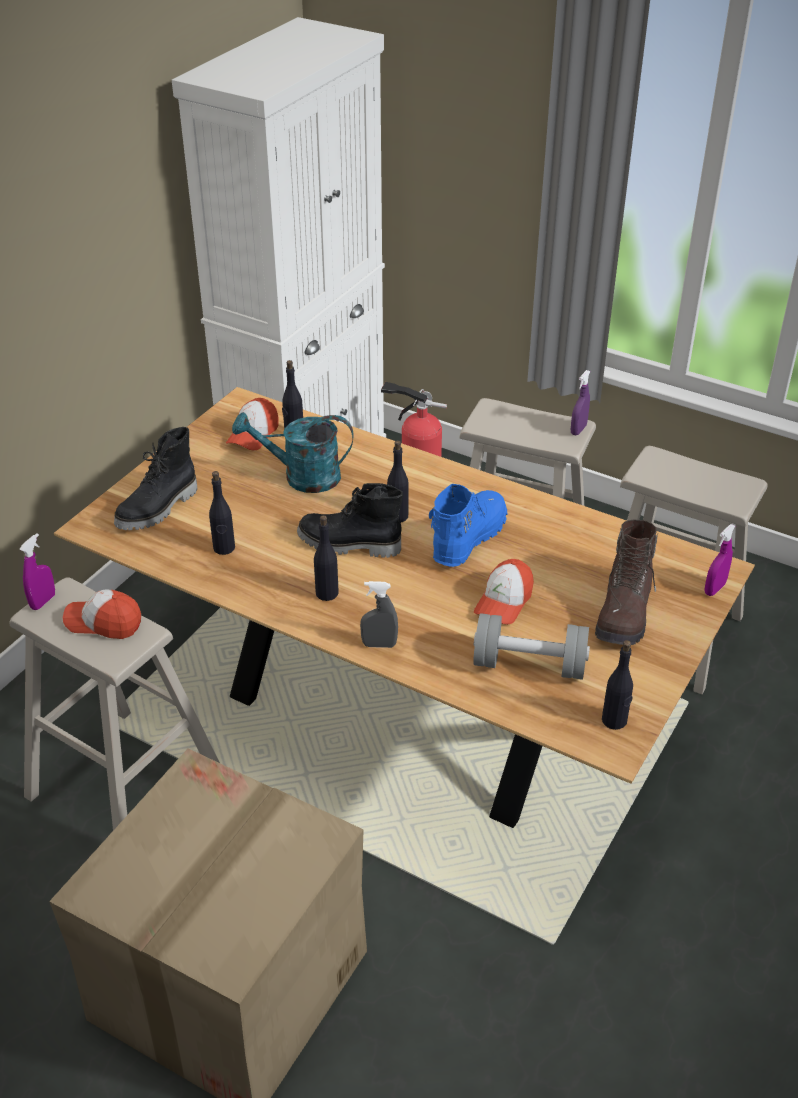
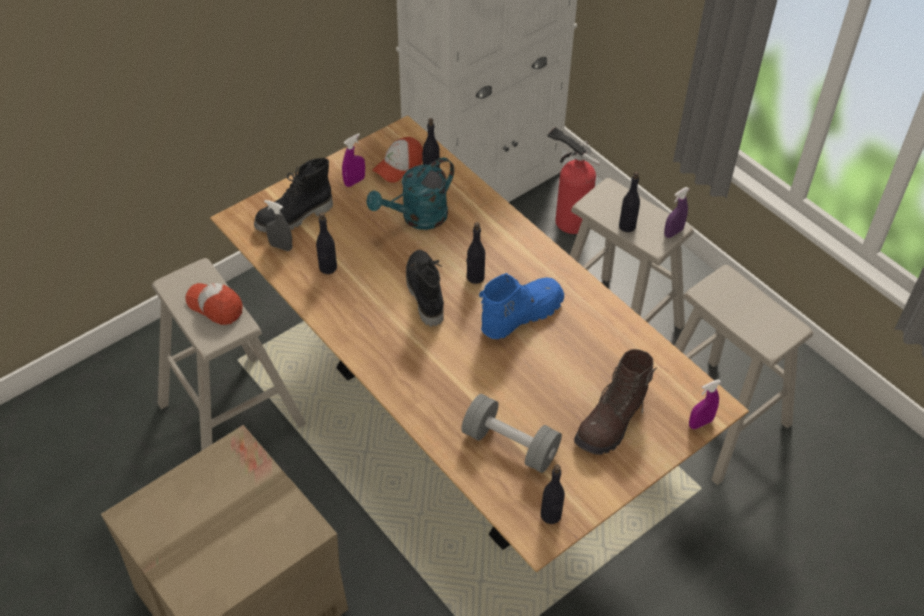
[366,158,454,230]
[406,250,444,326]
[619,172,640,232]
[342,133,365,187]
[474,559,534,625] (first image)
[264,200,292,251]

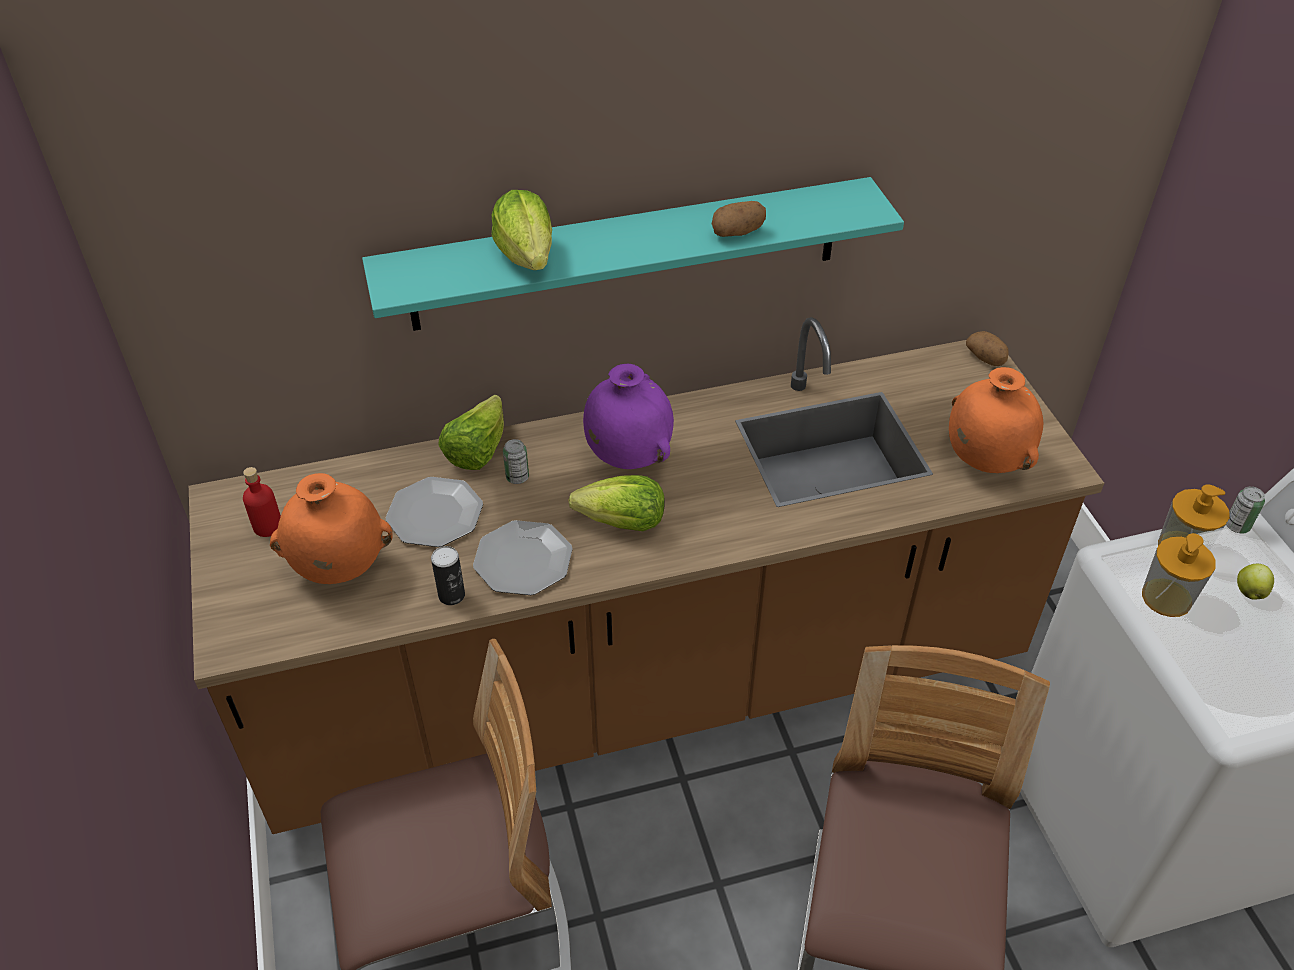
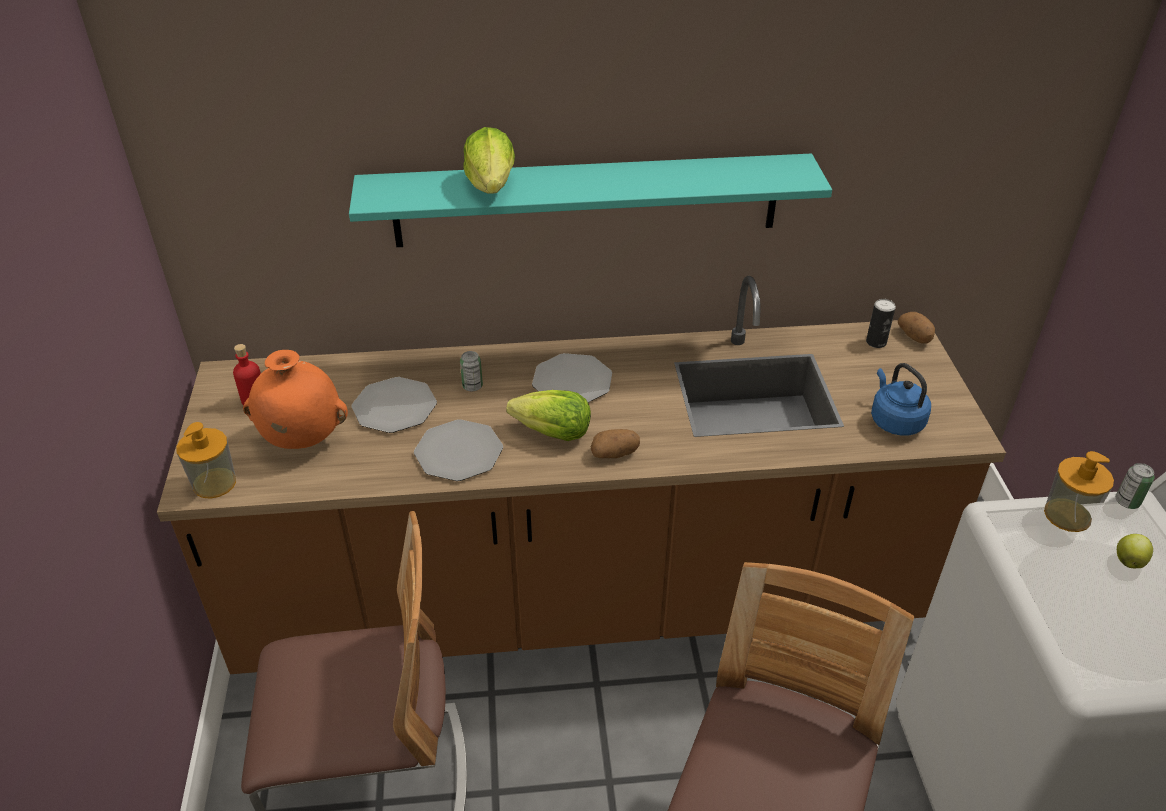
[591,429,640,458]
[532,353,612,403]
[871,363,931,435]
[438,395,504,470] (first image)
[176,422,236,499]
[866,299,896,348]

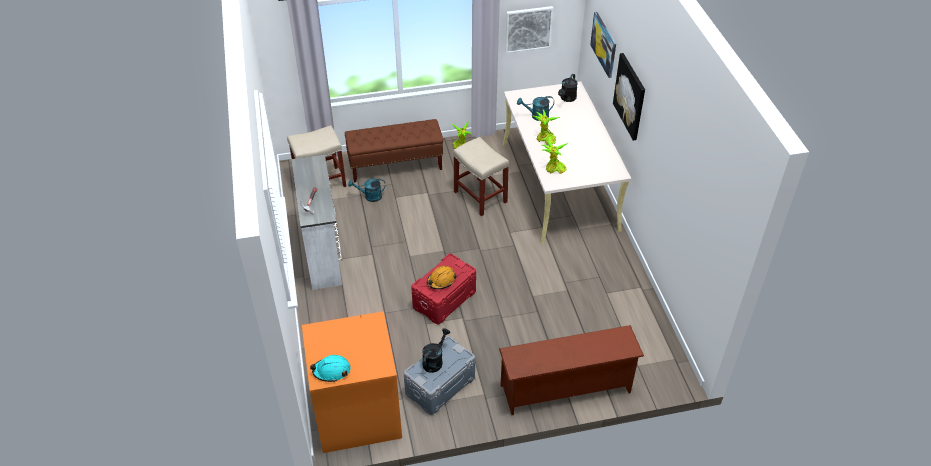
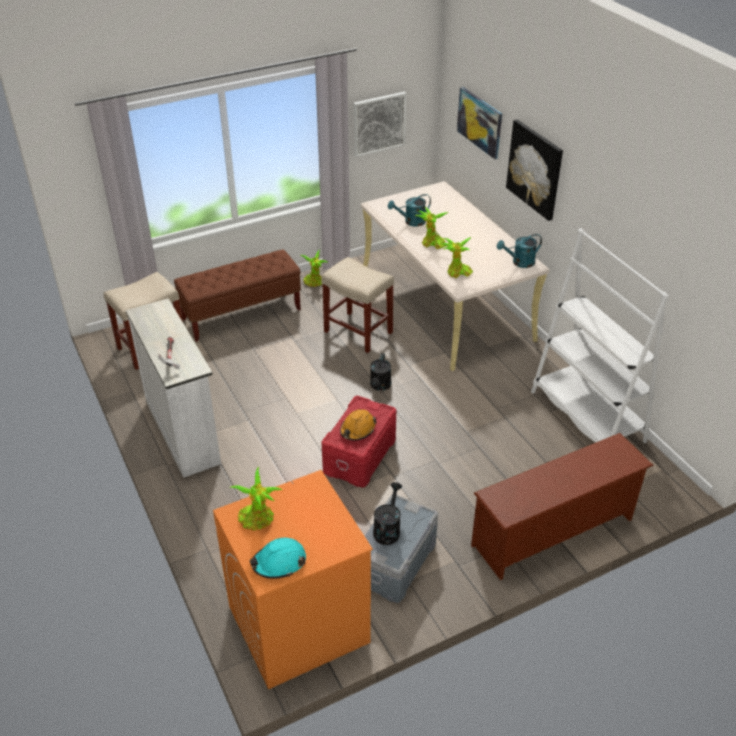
[370,353,391,391]
[497,234,542,268]
[531,228,669,443]
[230,467,282,531]

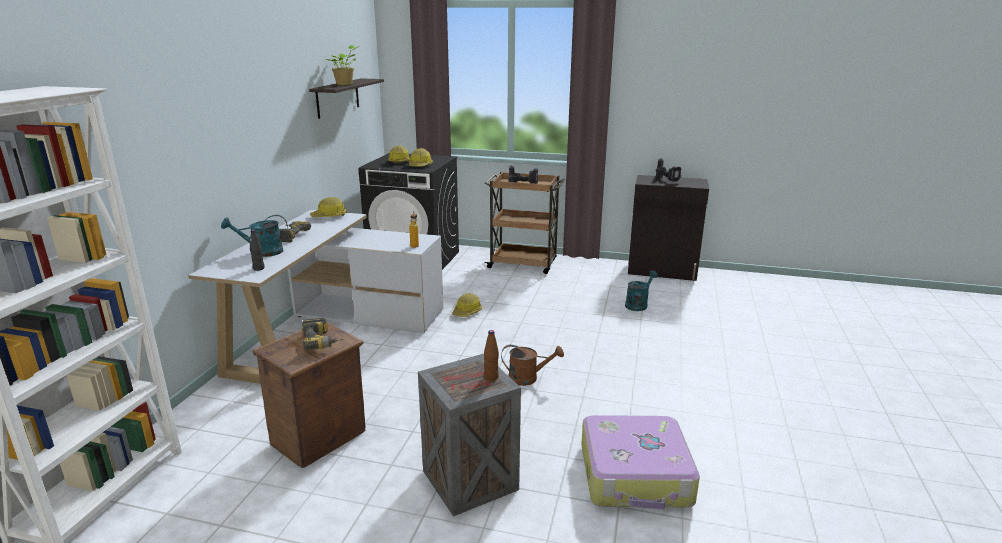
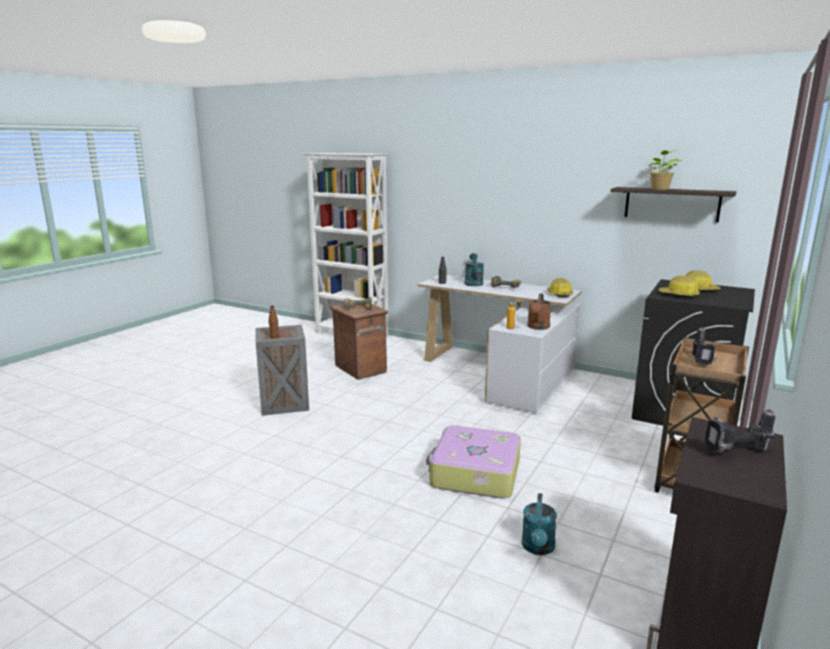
[522,493,557,555]
[452,293,482,317] (first image)
[527,293,551,330]
[426,425,521,498]

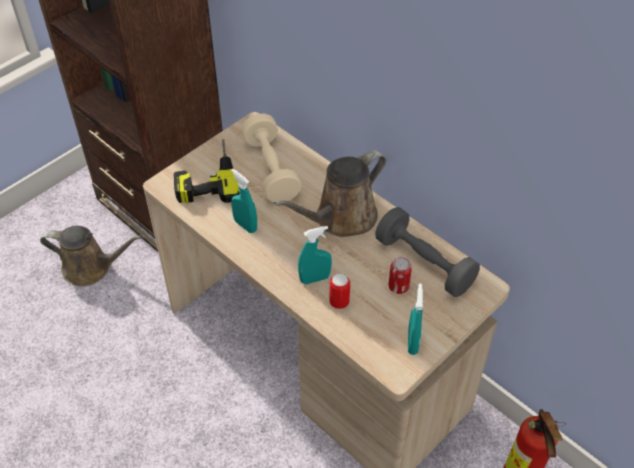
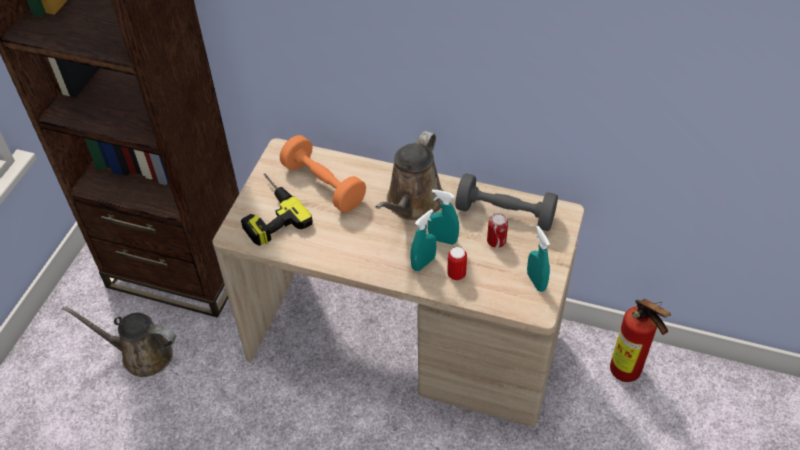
[280,135,366,212]
[428,189,459,245]
[62,306,176,377]

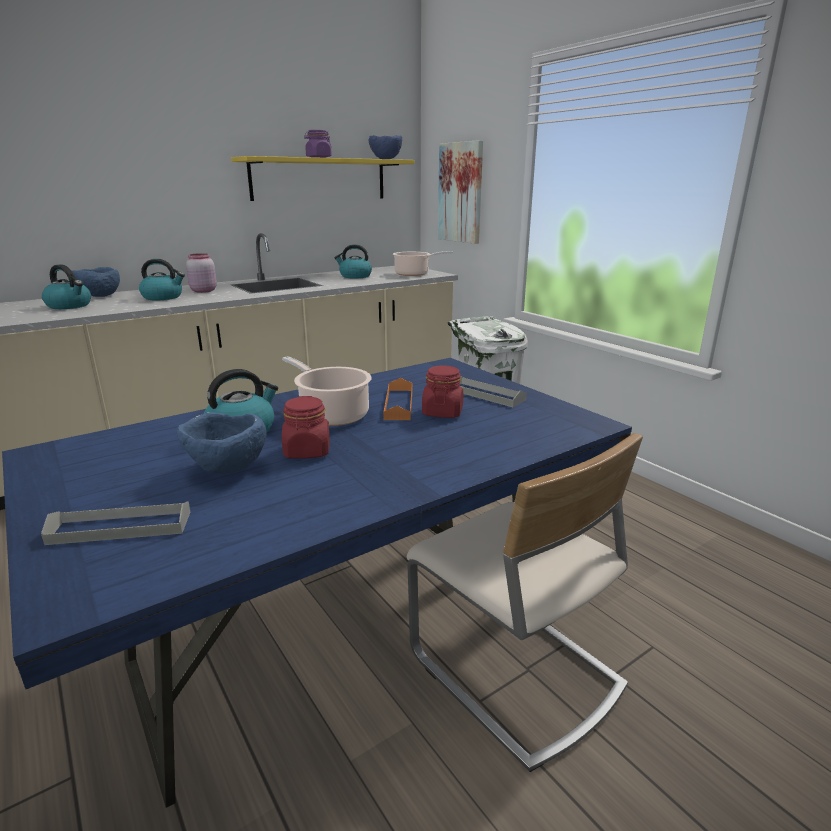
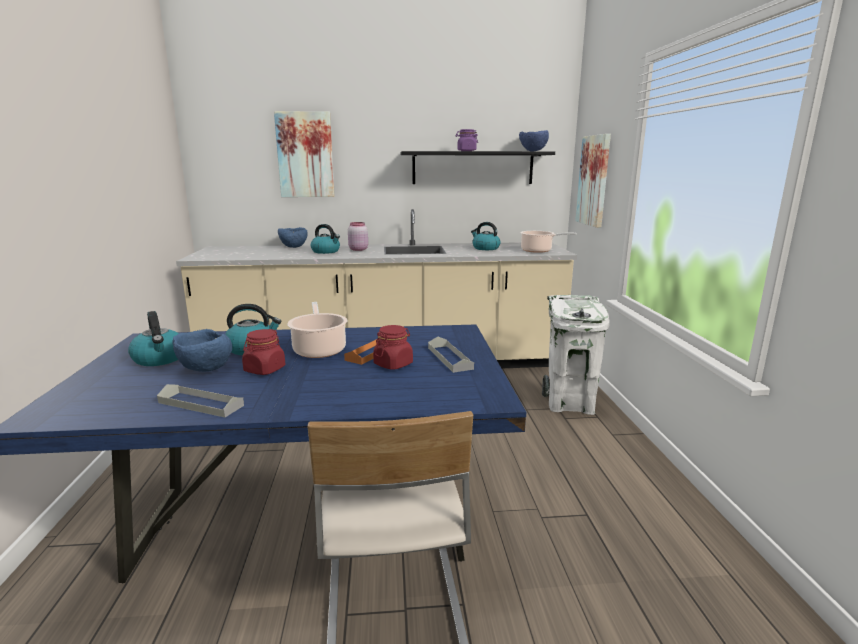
[401,151,555,184]
[128,311,179,366]
[157,384,244,417]
[274,111,335,197]

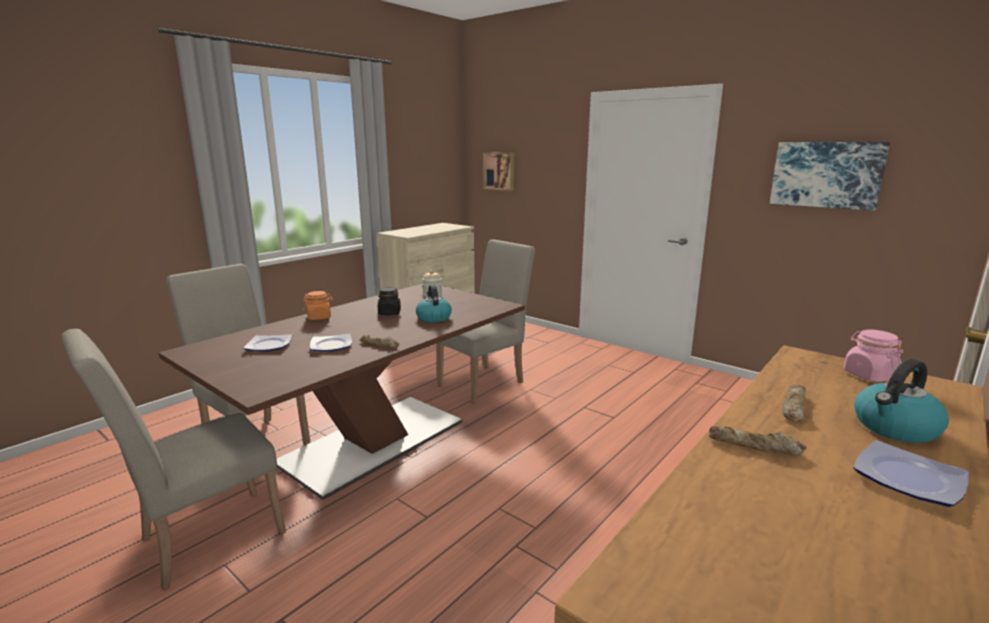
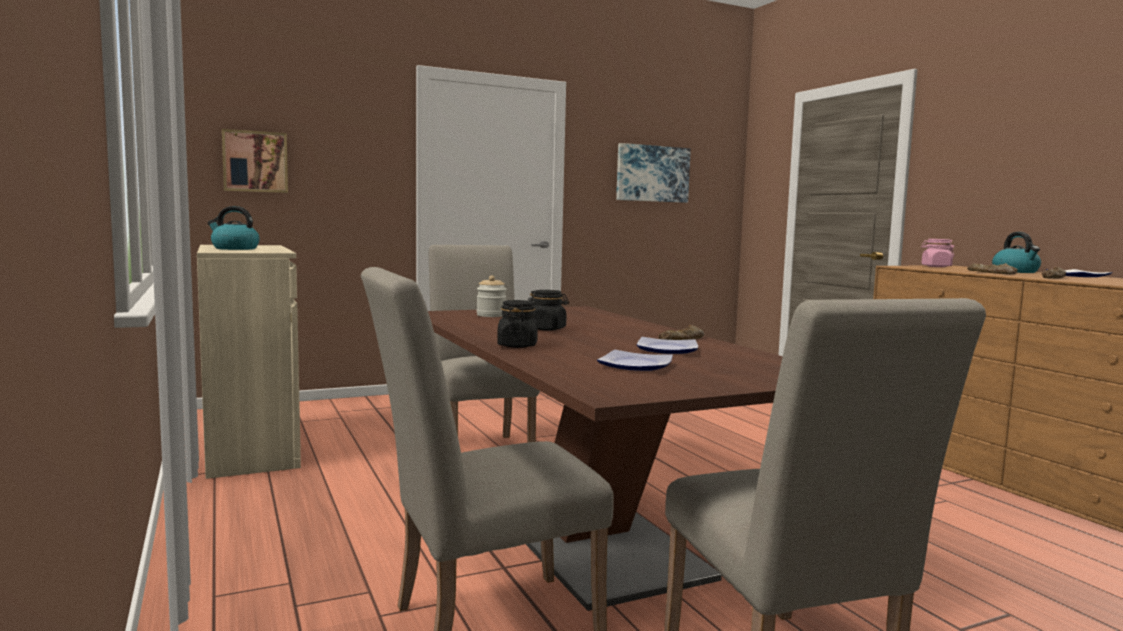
[208,206,260,250]
[497,300,538,348]

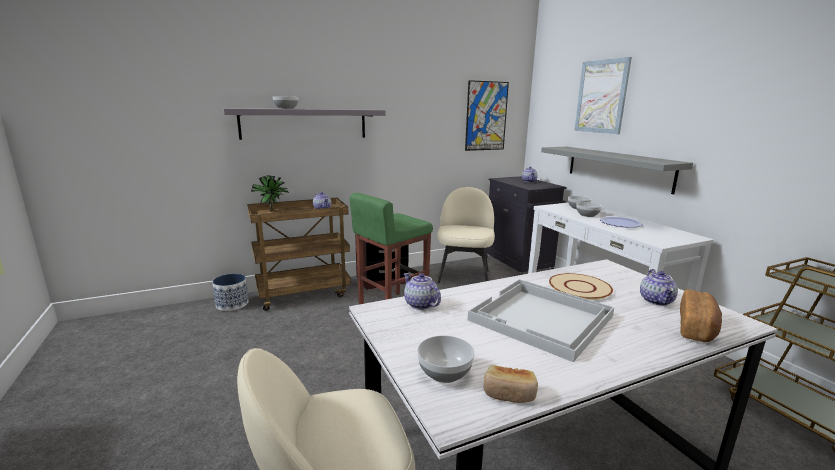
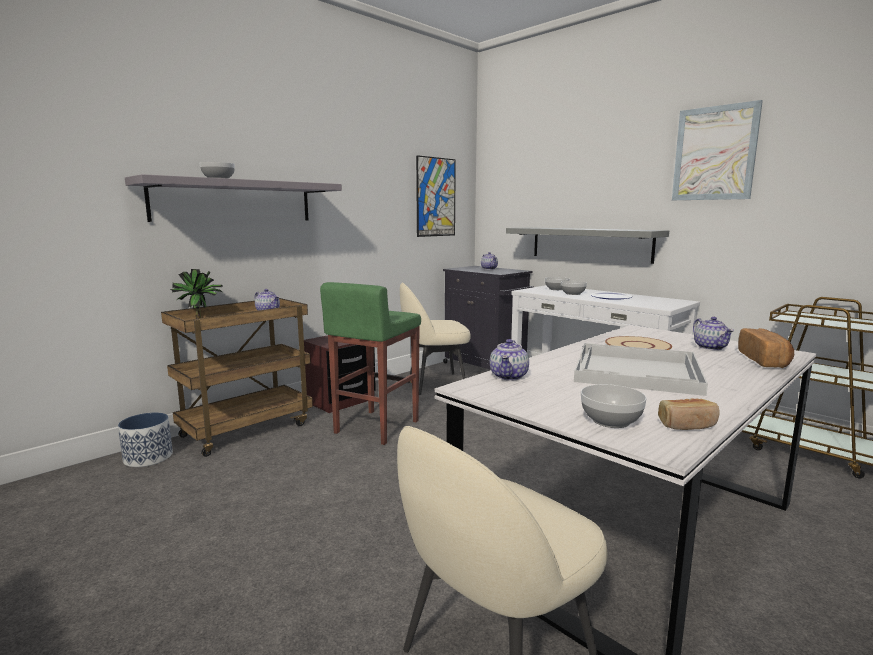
[672,100,763,200]
[400,283,471,395]
[490,339,529,380]

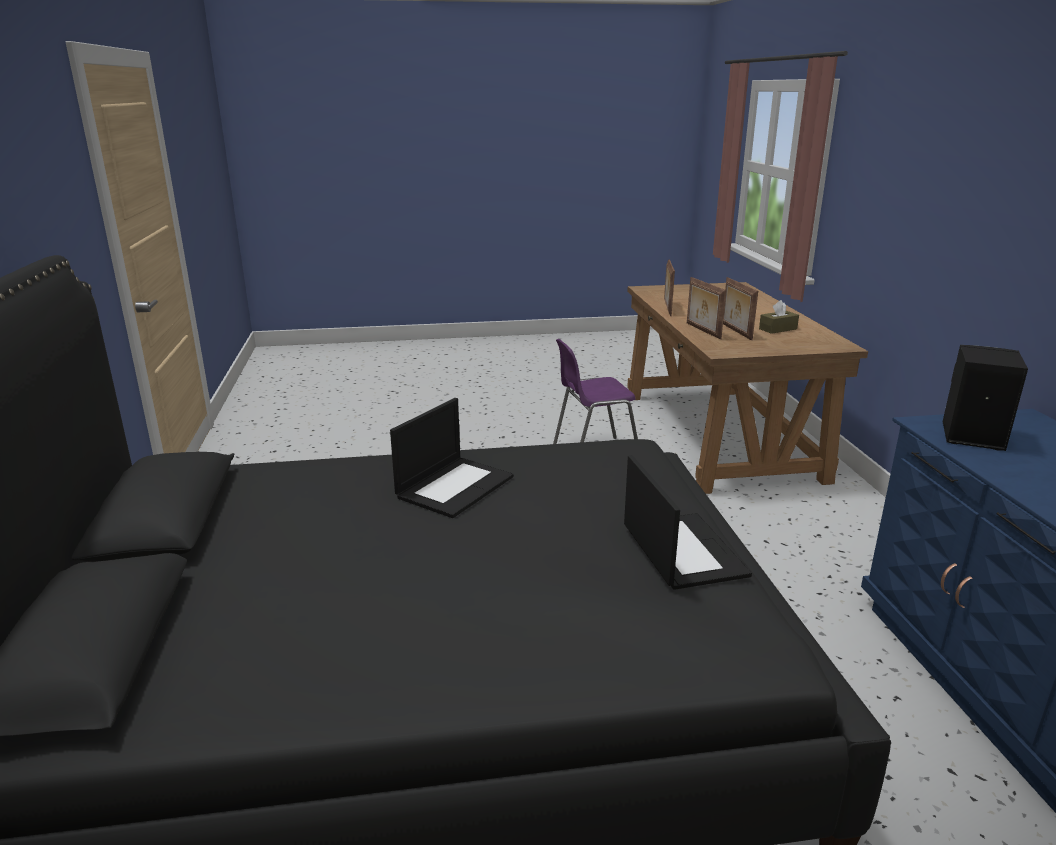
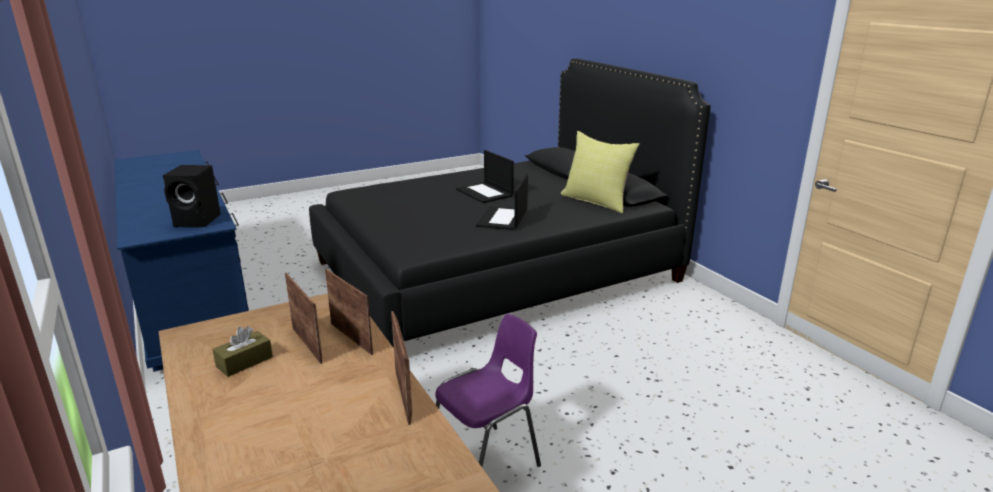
[456,150,514,203]
[561,131,640,213]

